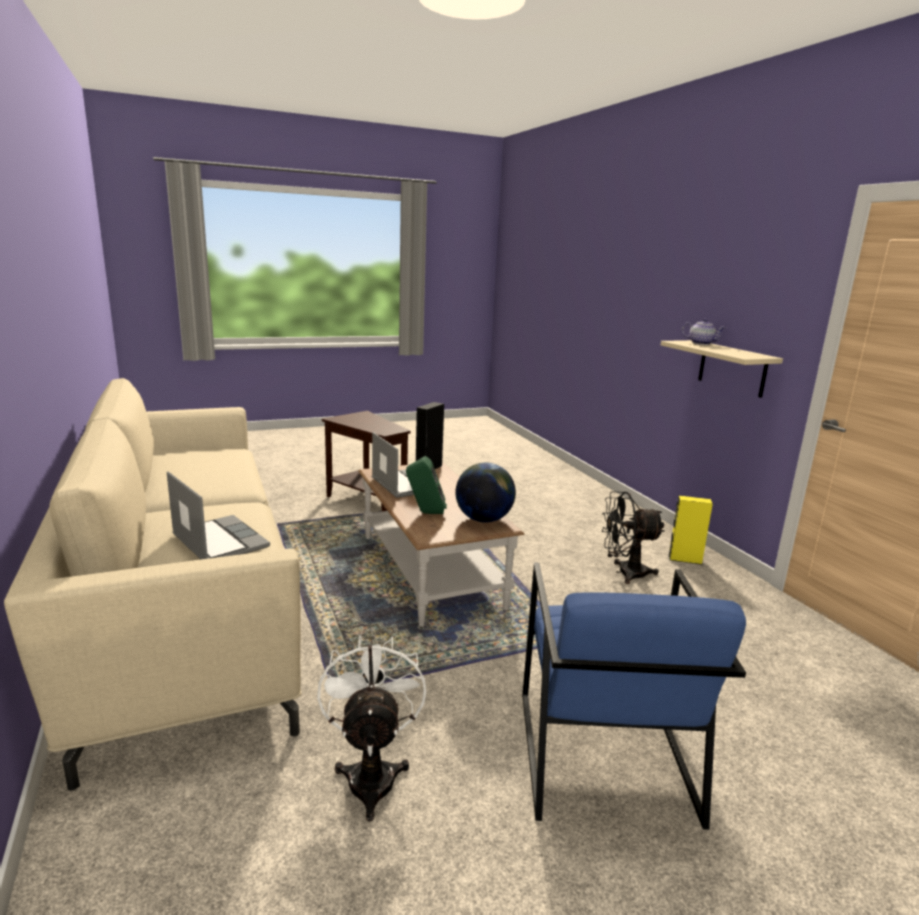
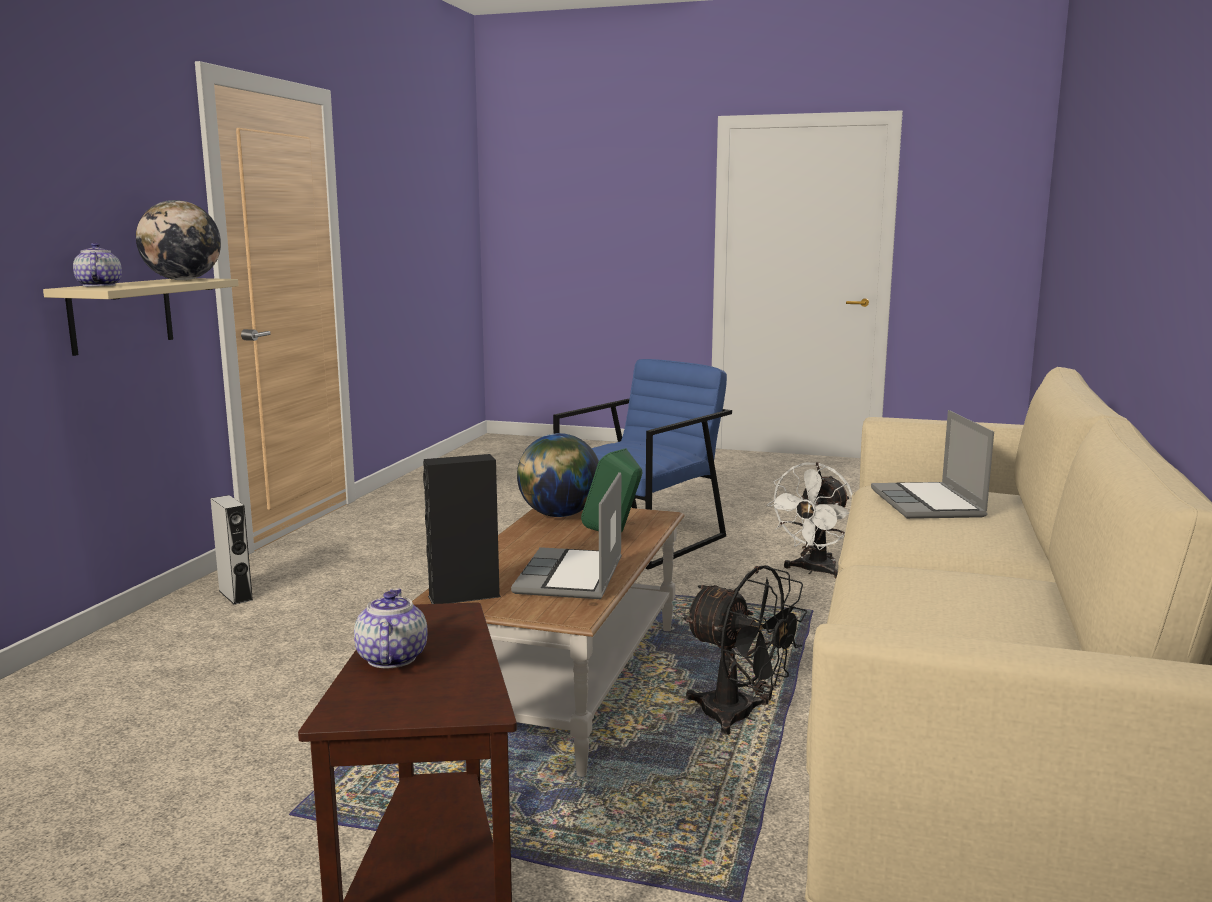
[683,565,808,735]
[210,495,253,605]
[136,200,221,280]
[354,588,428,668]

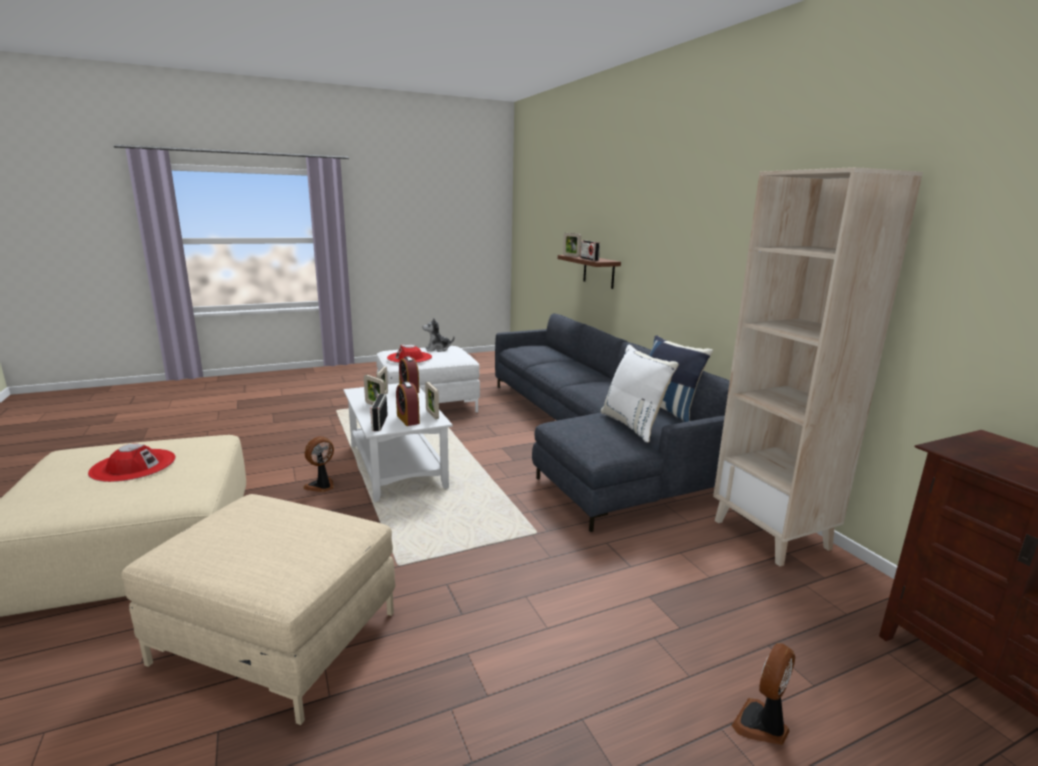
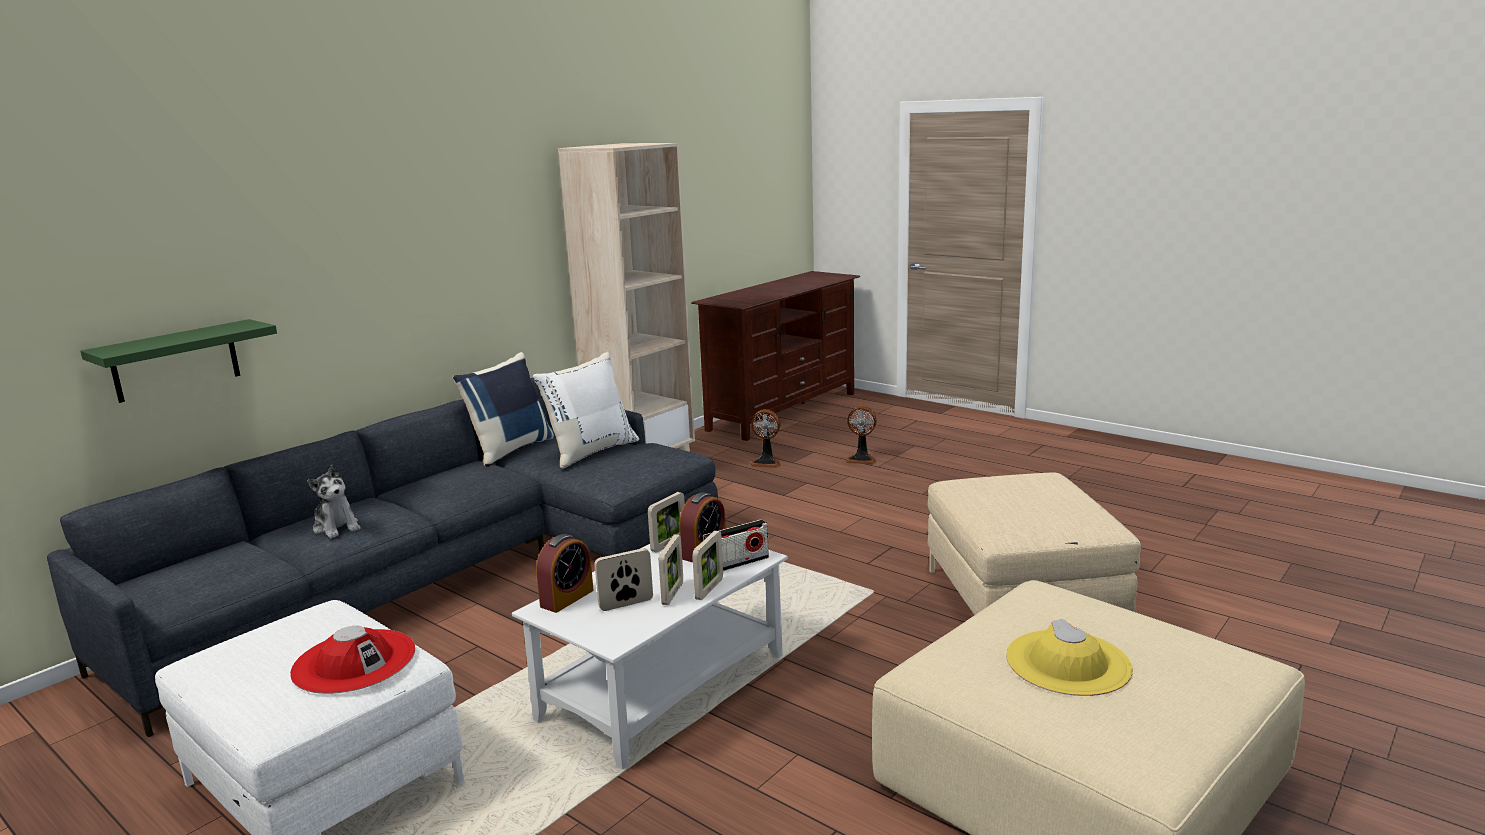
[692,531,723,600]
[580,240,600,261] (first image)
[80,319,277,403]
[307,465,361,538]
[750,409,780,468]
[1006,619,1133,696]

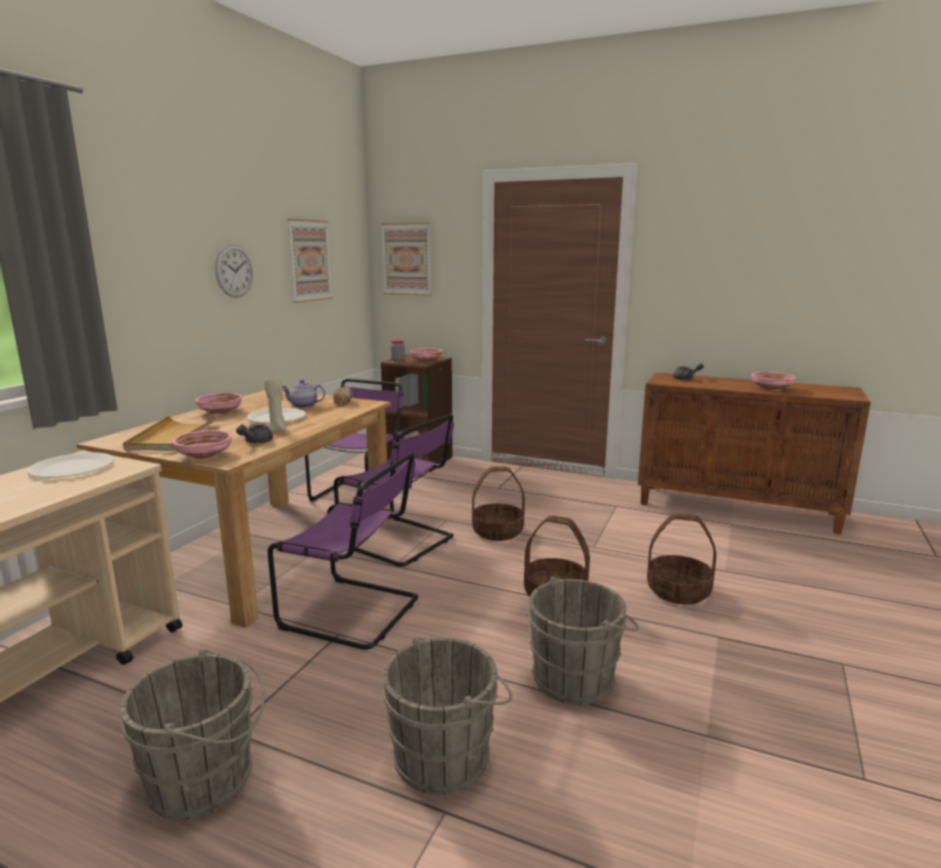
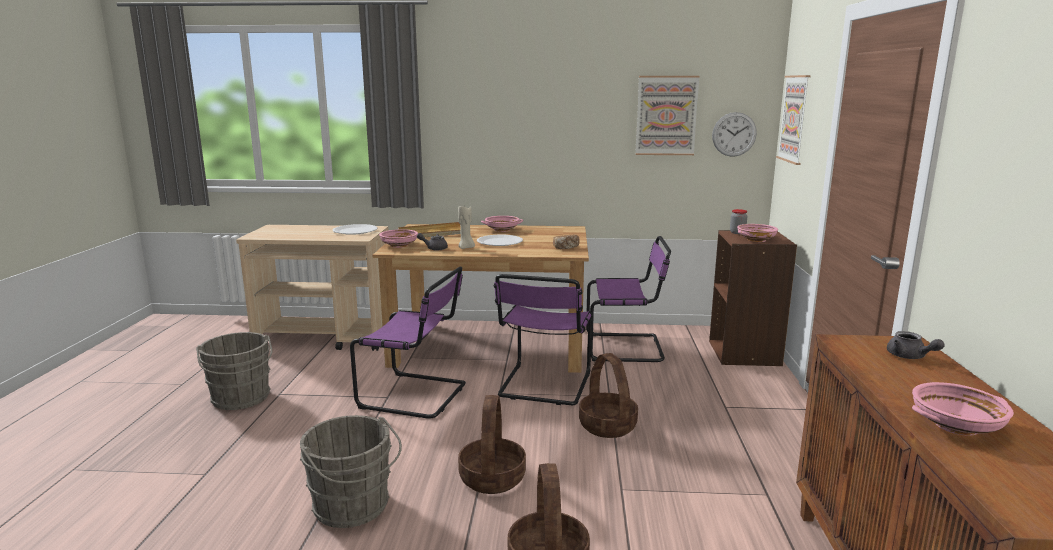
[712,112,757,157]
[282,380,325,408] (first image)
[350,266,466,419]
[382,637,512,795] (first image)

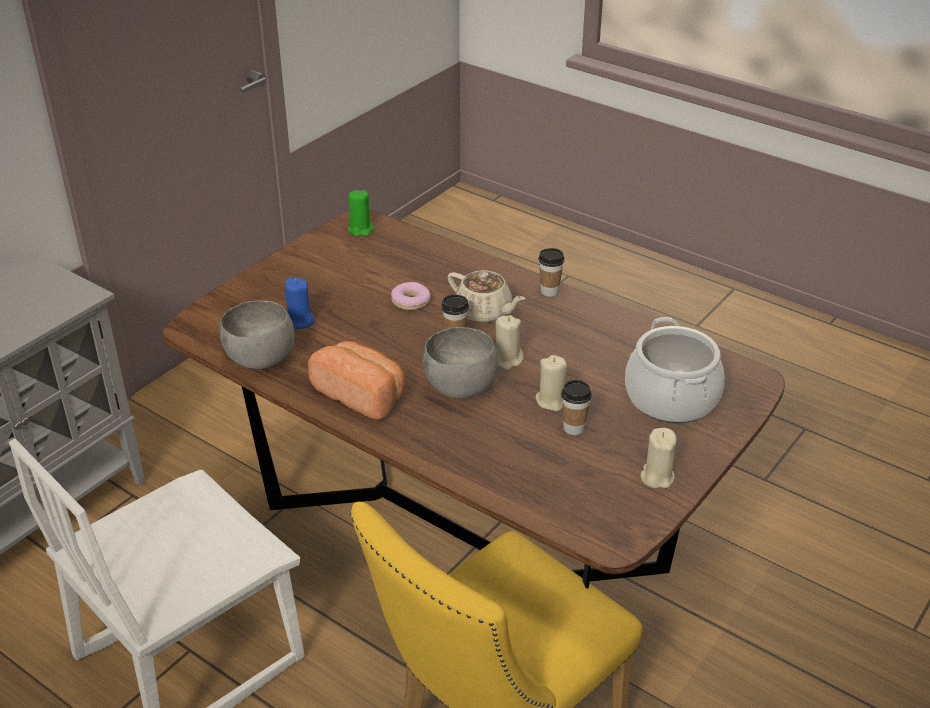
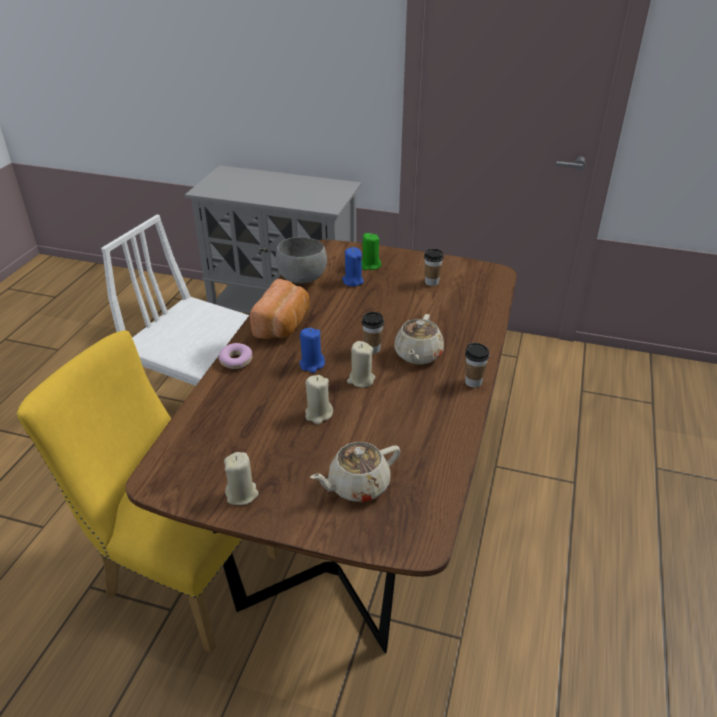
[362,233,382,270]
[219,343,252,369]
[310,442,401,502]
[299,327,325,373]
[424,249,444,286]

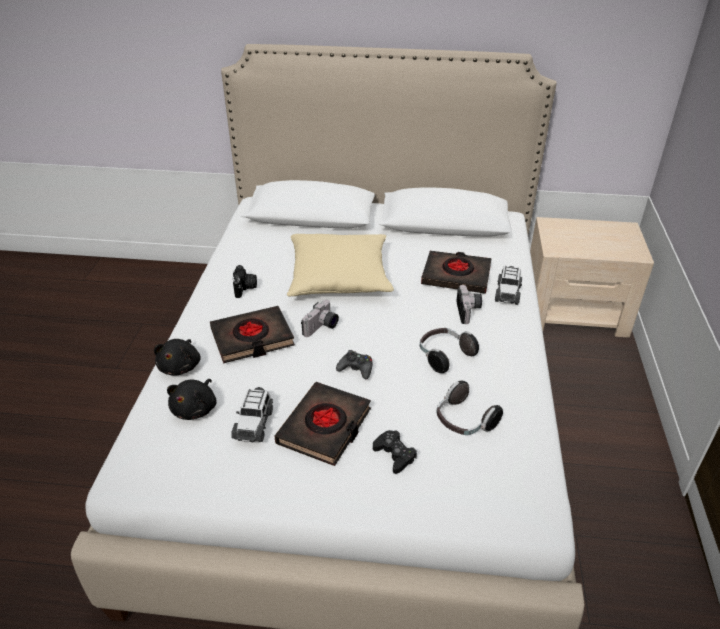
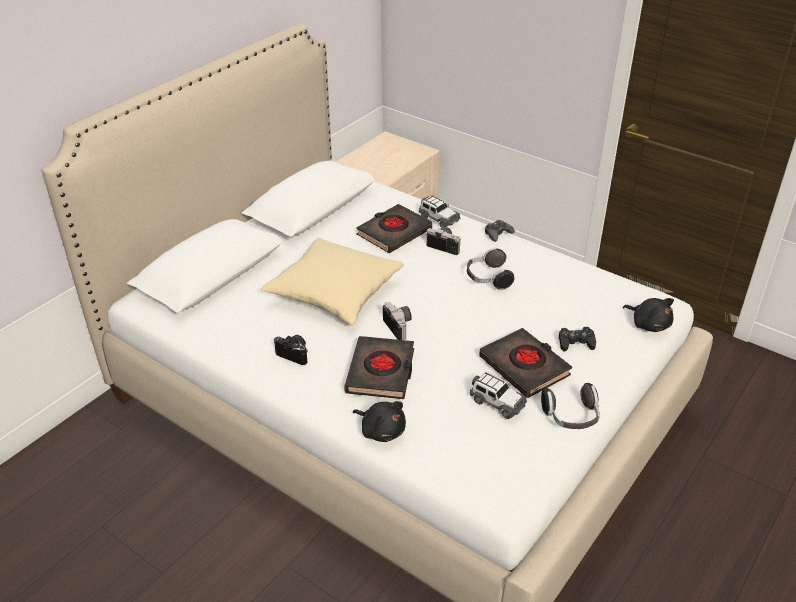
[485,220,515,242]
[623,298,674,332]
[541,383,600,429]

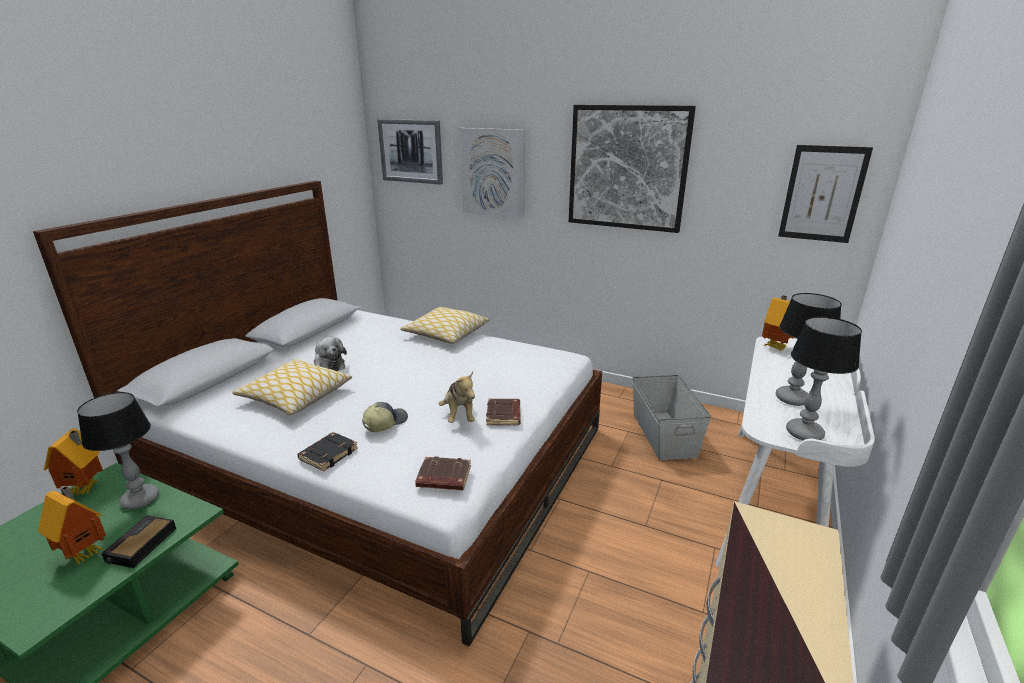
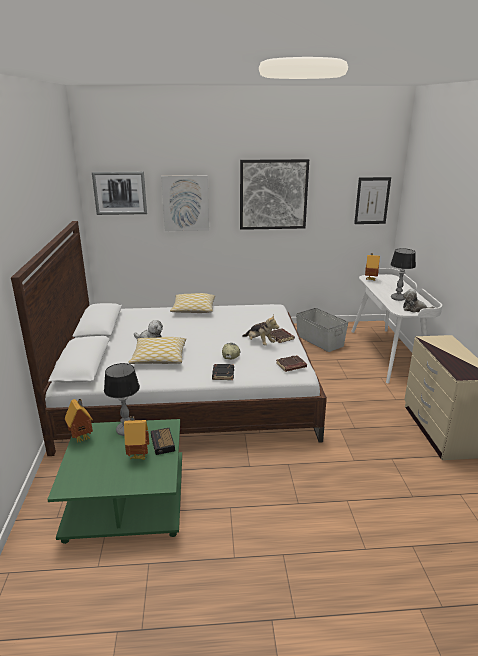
[403,289,435,313]

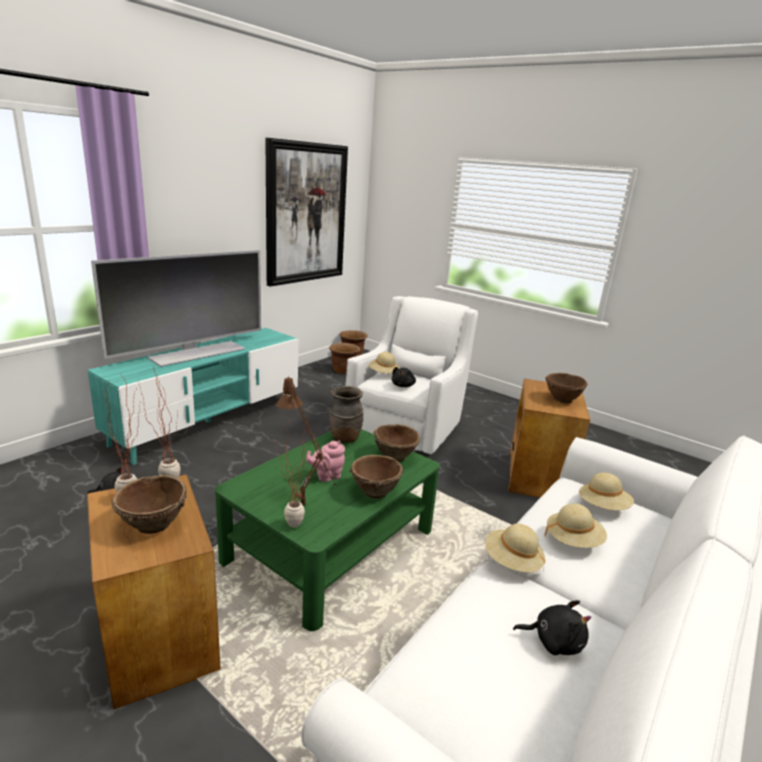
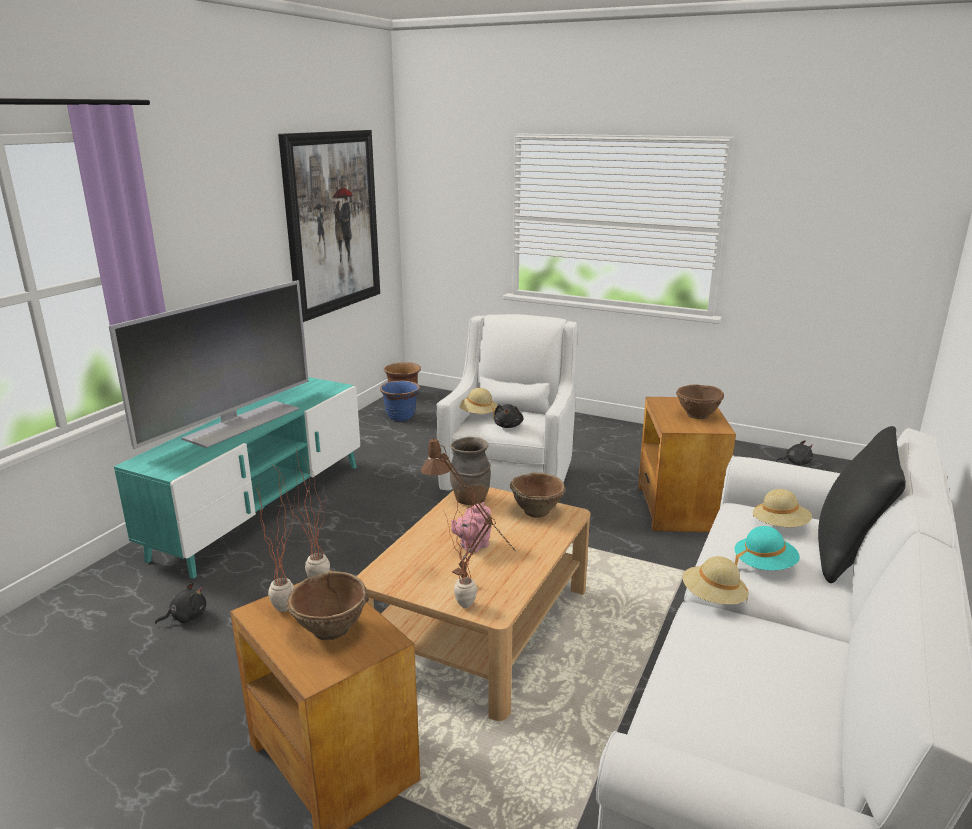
[380,381,420,421]
[356,487,591,721]
[349,455,404,499] (first image)
[735,526,800,570]
[776,440,813,465]
[818,426,906,583]

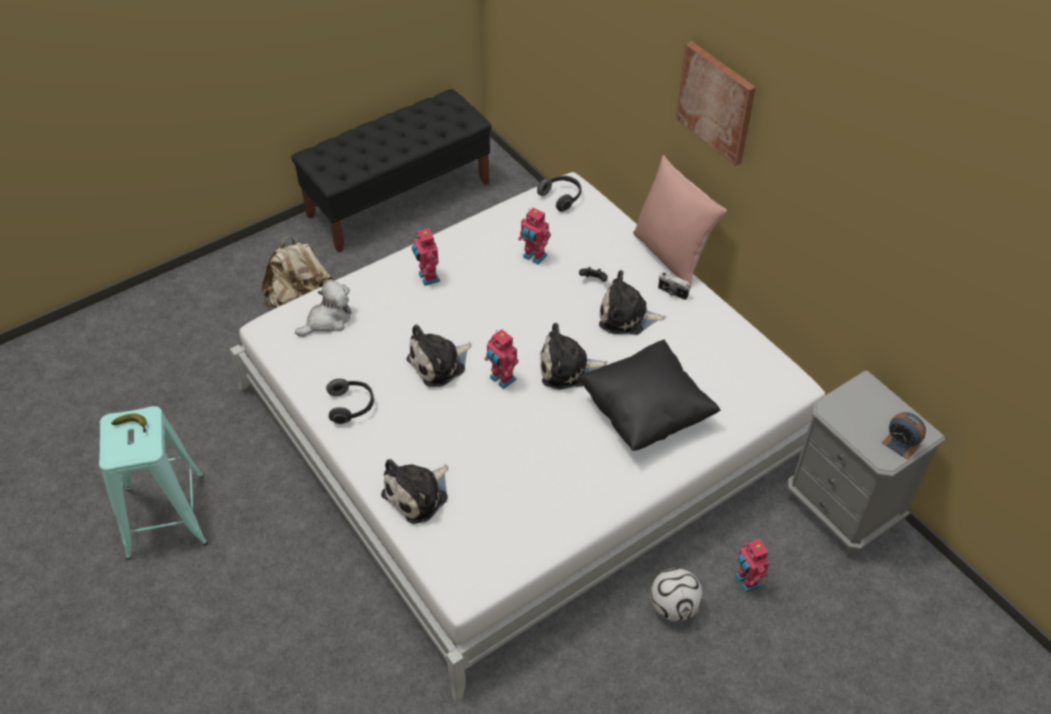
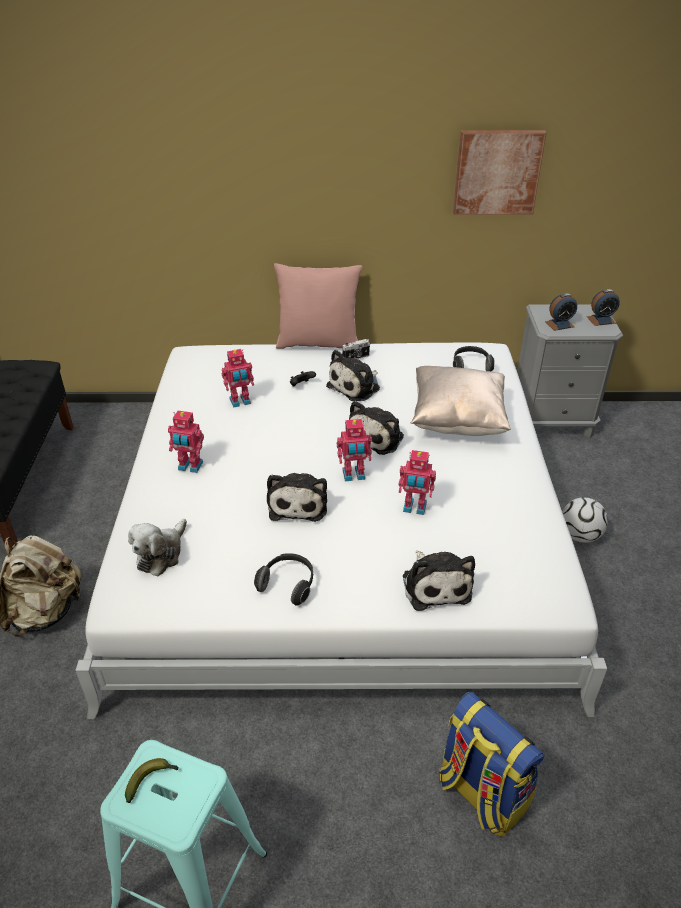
[453,130,546,215]
[453,346,494,371]
[128,519,187,576]
[410,366,511,436]
[399,450,436,515]
[545,293,577,331]
[439,692,544,837]

